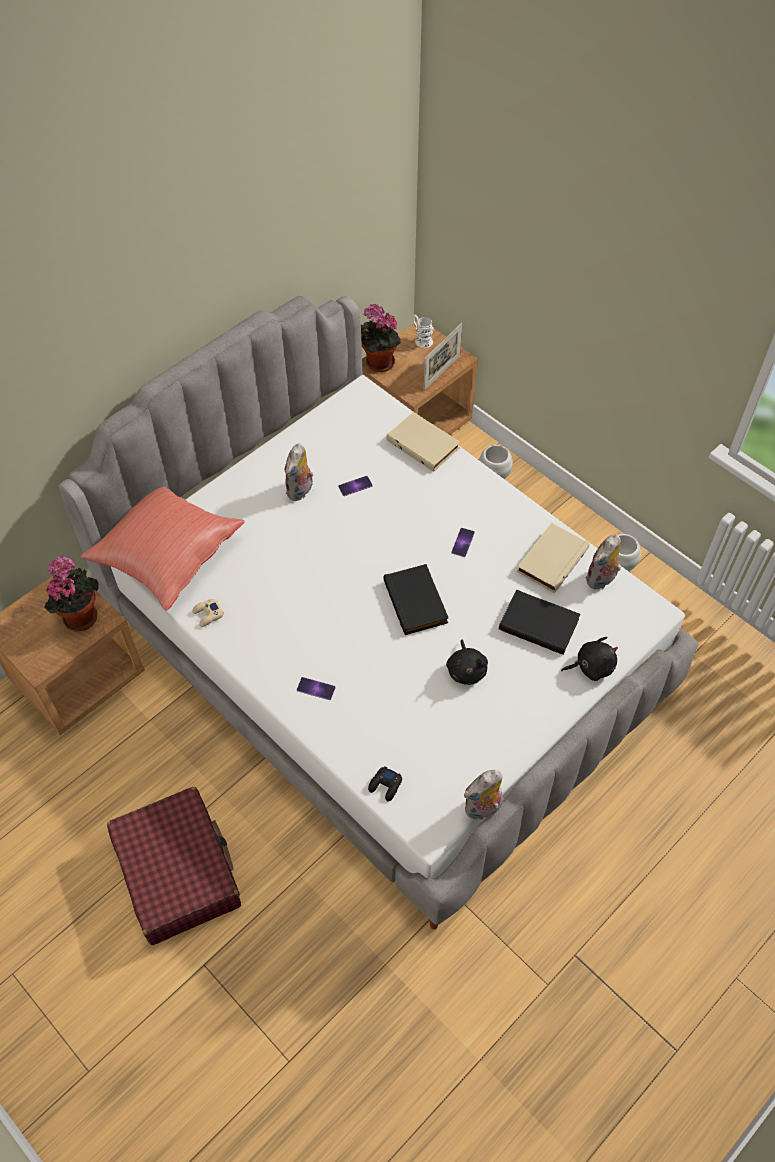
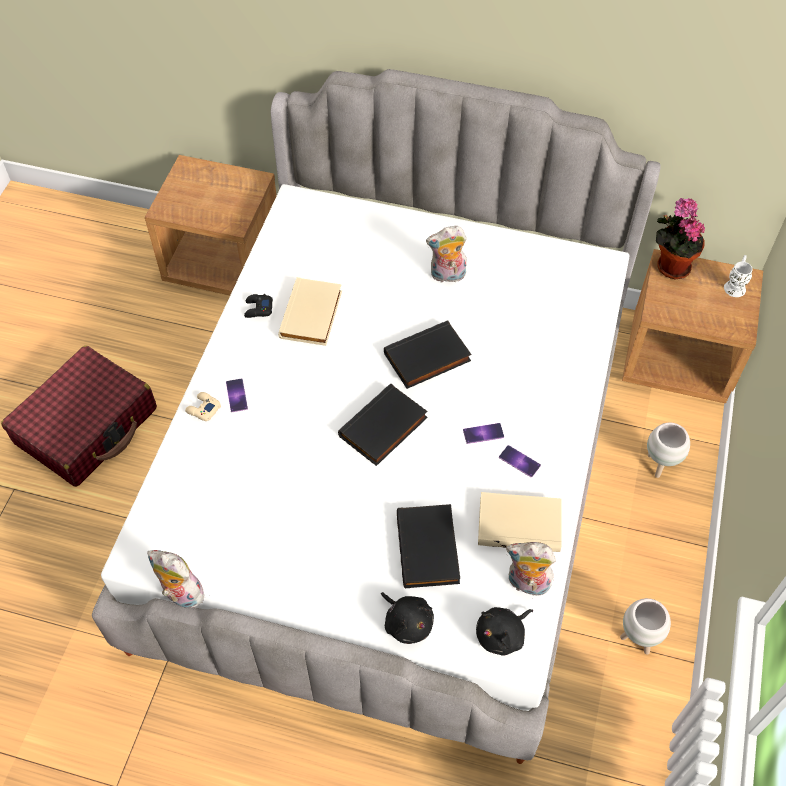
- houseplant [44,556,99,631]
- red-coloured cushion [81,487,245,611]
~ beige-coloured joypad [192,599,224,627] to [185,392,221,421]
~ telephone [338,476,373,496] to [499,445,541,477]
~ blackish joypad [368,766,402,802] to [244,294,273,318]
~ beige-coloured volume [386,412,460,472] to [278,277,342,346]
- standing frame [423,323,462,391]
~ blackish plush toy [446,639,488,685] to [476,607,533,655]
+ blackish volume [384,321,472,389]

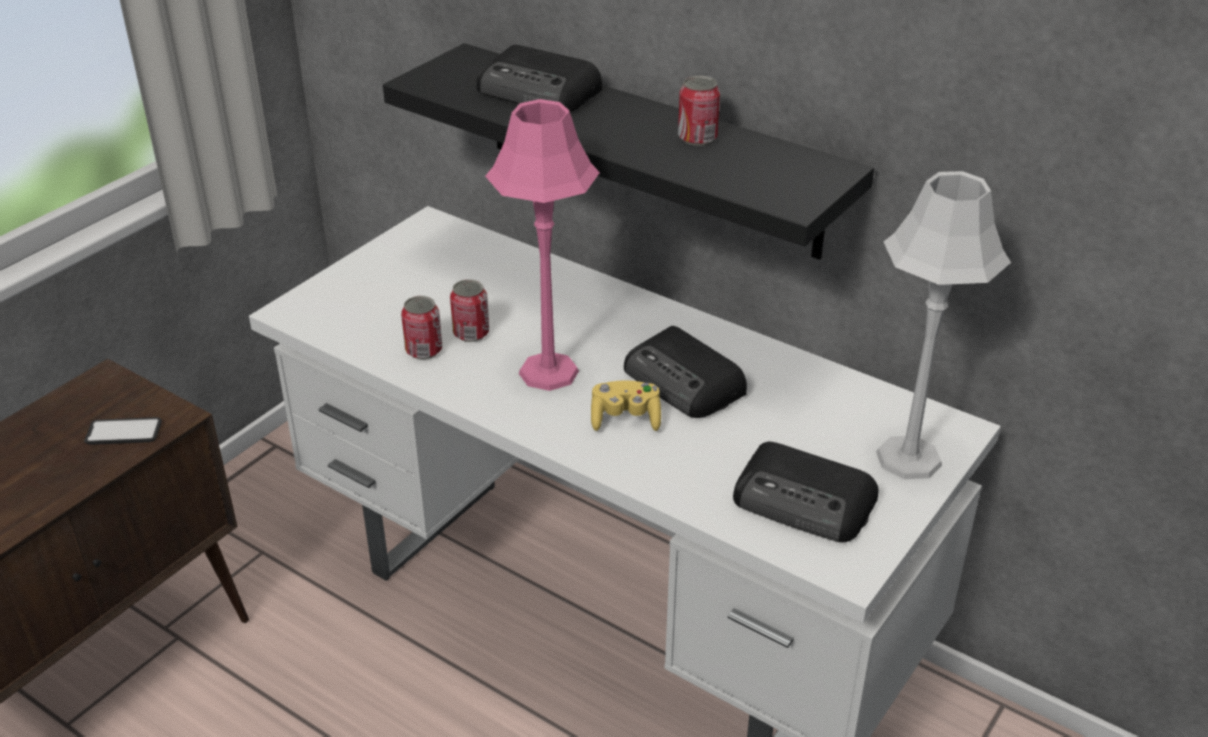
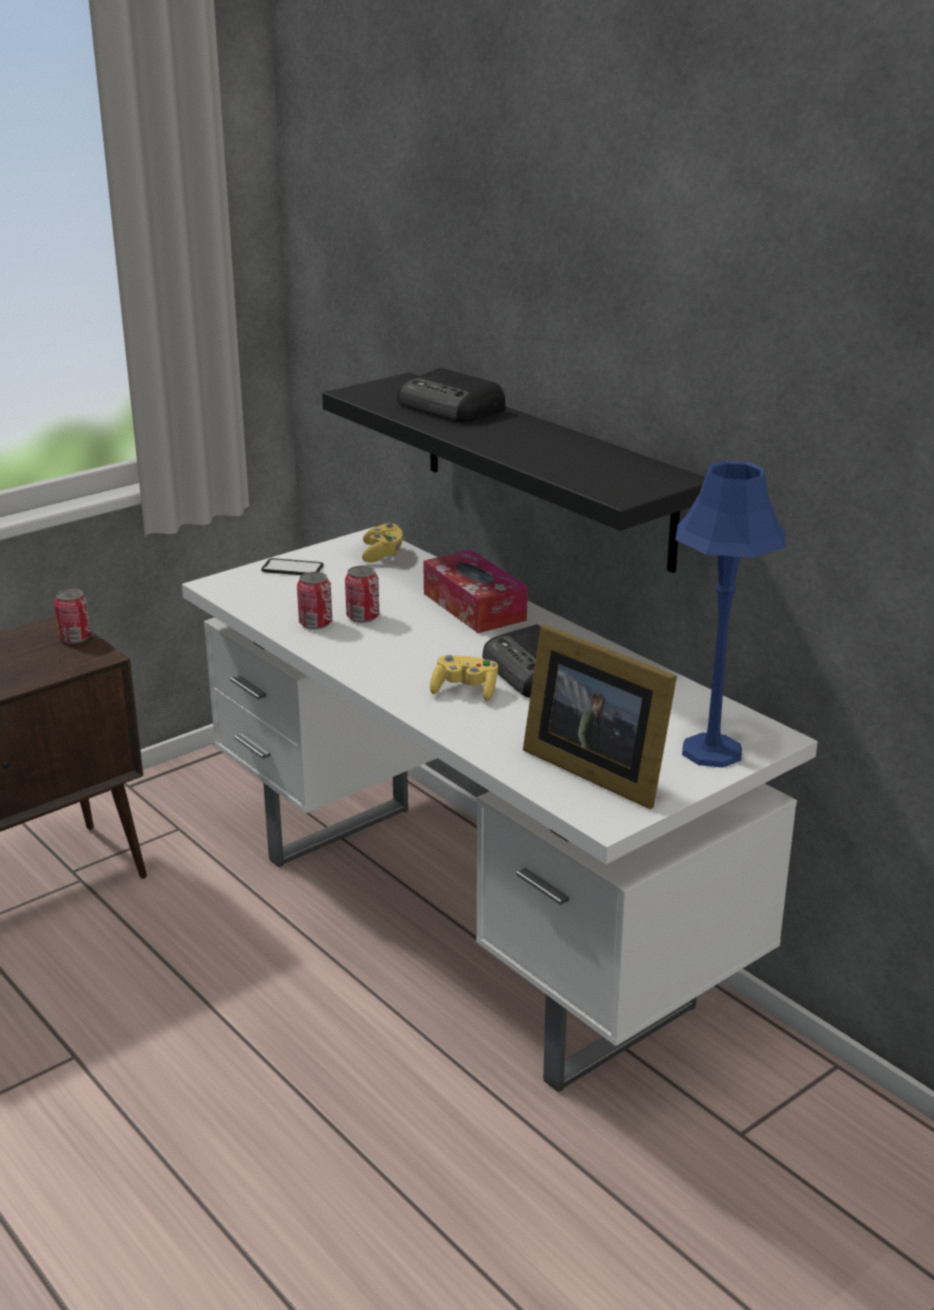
~ telephone [84,417,162,445] to [261,558,324,575]
- pink table lamp [485,99,600,391]
~ sealed can [678,76,720,146] to [54,589,91,644]
~ radio receiver [733,442,878,542] to standing frame [523,624,677,809]
~ greyish table lamp [876,171,1011,479] to blue-coloured table lamp [675,460,785,768]
+ yellowish joypad [362,522,403,562]
+ box of tissues [423,550,528,633]

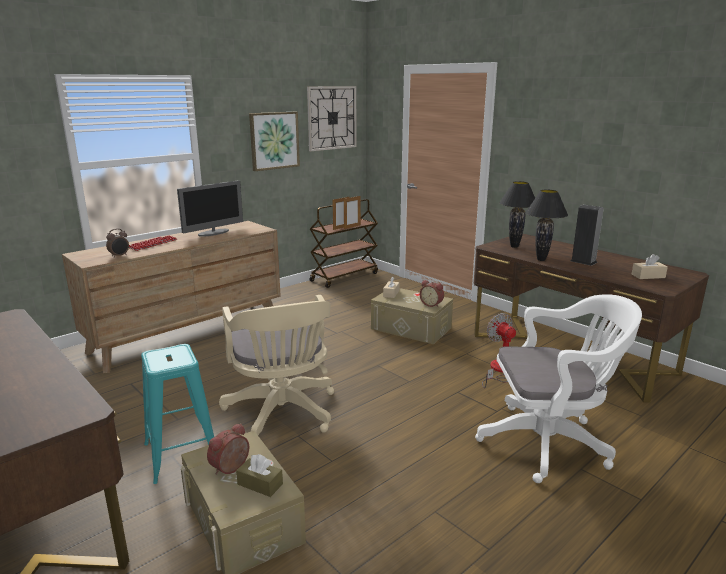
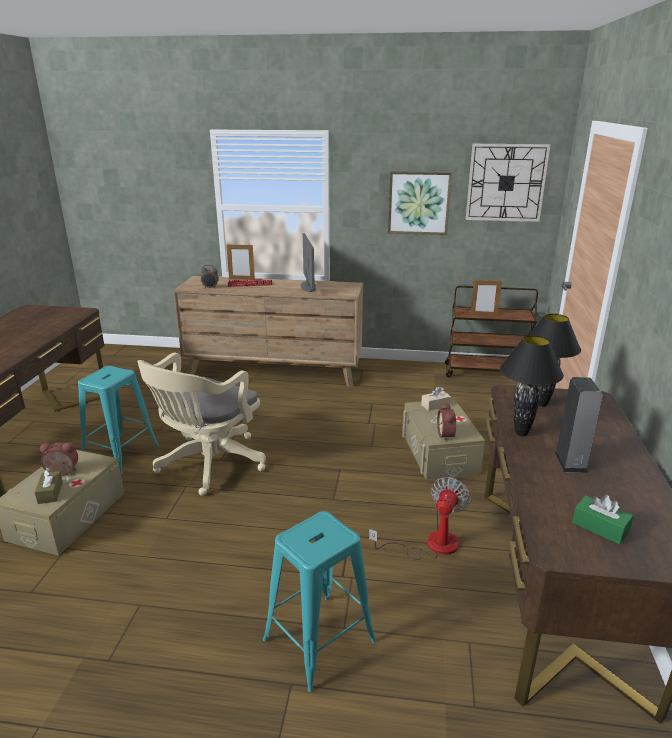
~ computer screen [177,180,243,237] = [301,233,316,292] 105 degrees counterclockwise
~ standing frame [344,195,361,229] to [226,243,255,280]
~ white computer chair [475,294,642,483] to turquoise sitting stool [263,511,376,692]
~ beige-coloured box of tissues [632,254,668,279] to green box of tissues [572,495,633,544]

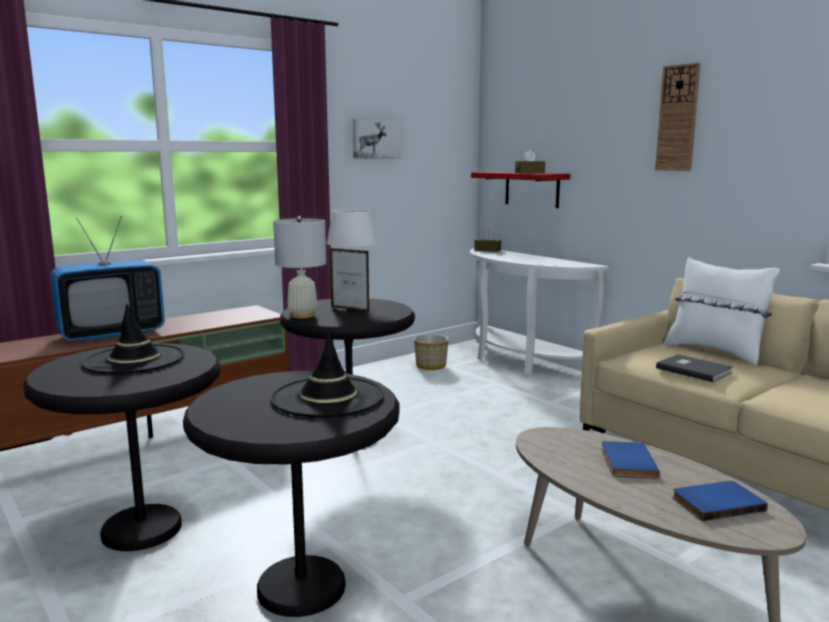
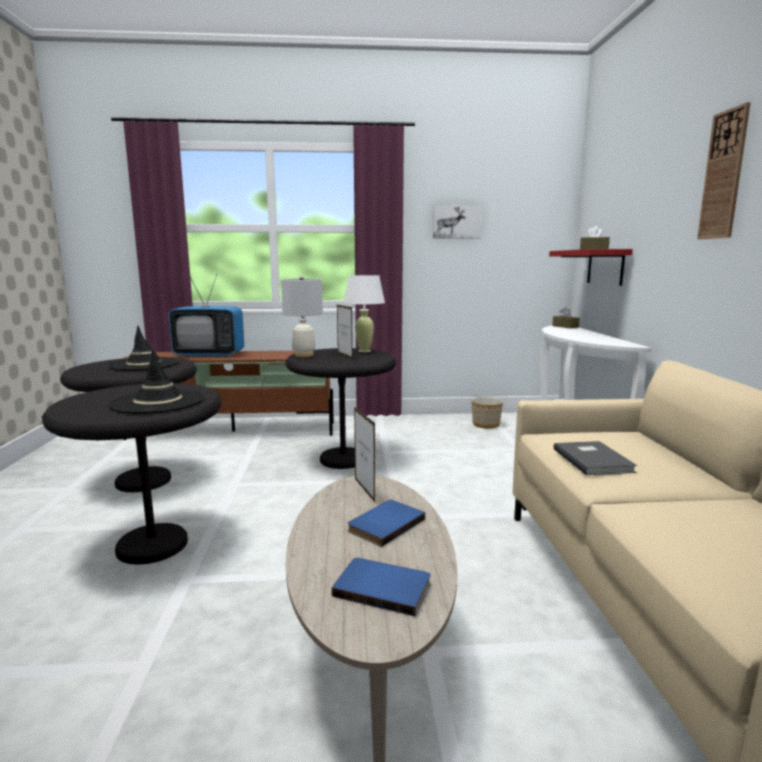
- white cushion [664,257,780,366]
+ standing frame [354,407,375,502]

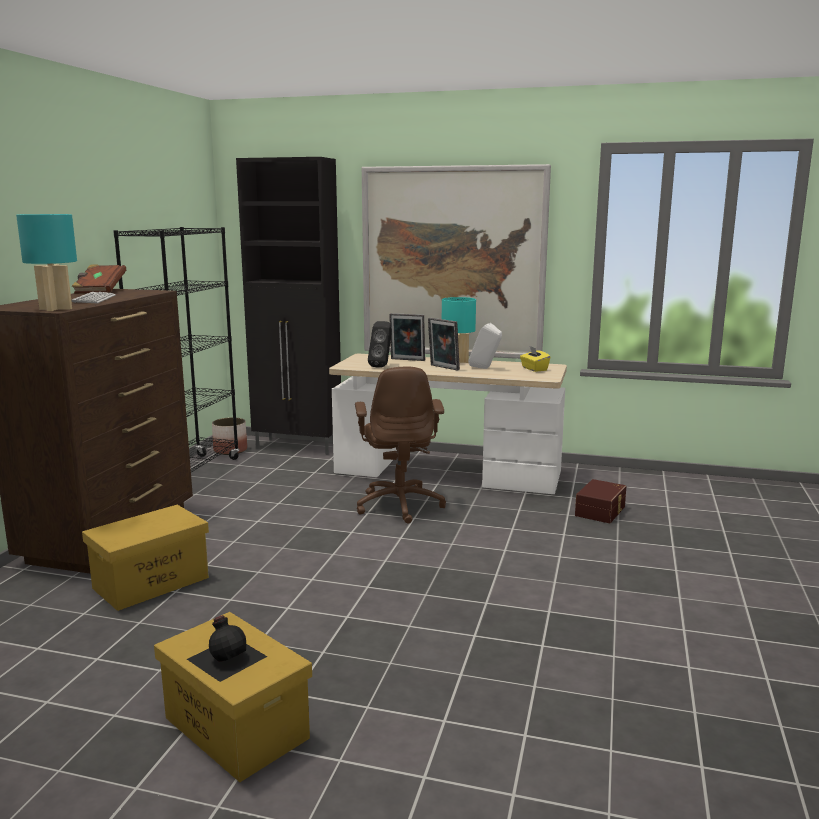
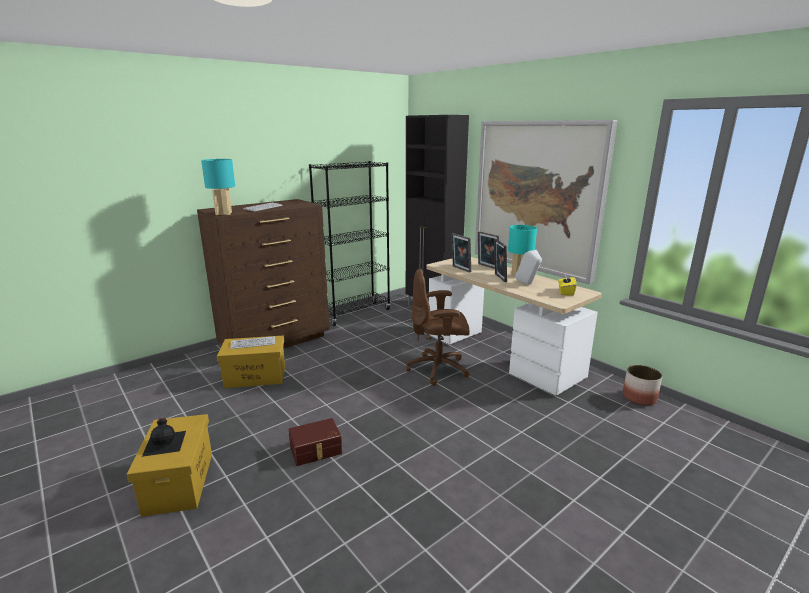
- brown-coloured volume [72,264,126,294]
~ planter [212,417,247,455] to [623,365,662,406]
~ brown-coloured computer chair [355,367,446,523] = [406,268,470,386] 60 degrees clockwise
~ blackish audio speaker [368,321,392,368] to standing frame [451,233,471,273]
~ brown-coloured storage box [575,479,626,523] to [288,418,342,466]
+ PC keyboard [230,336,275,349]

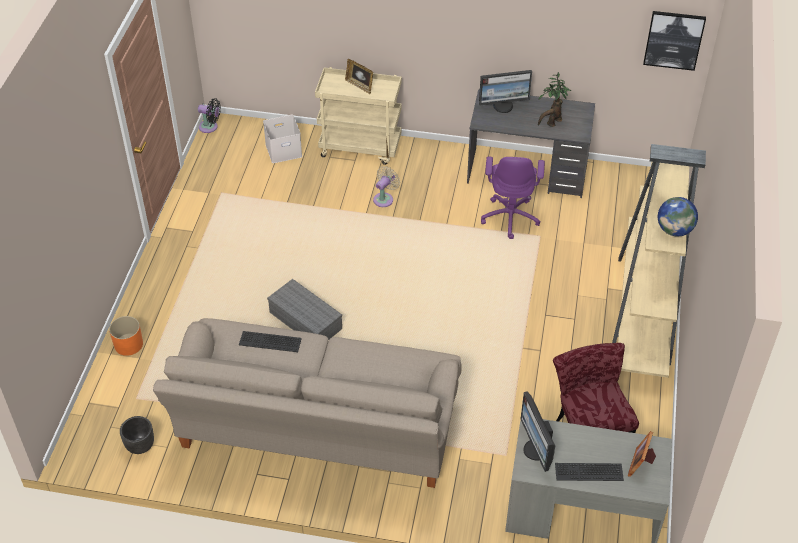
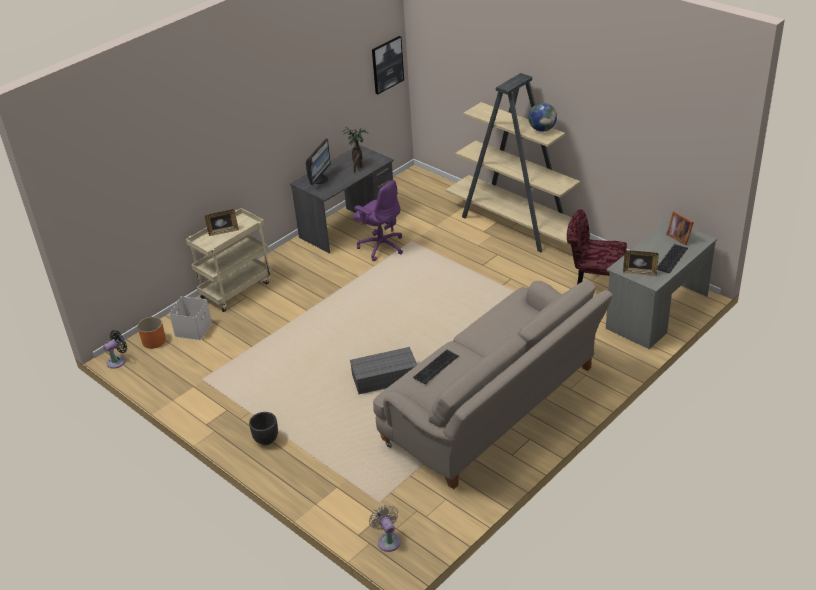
~ orange planter [109,316,143,356] to [137,317,166,349]
~ blackish planter [120,416,154,454] to [249,412,278,445]
~ beige-coloured cooling fan [373,166,400,207] to [369,505,401,552]
~ computer screen [520,392,555,472] to standing frame [623,250,659,276]

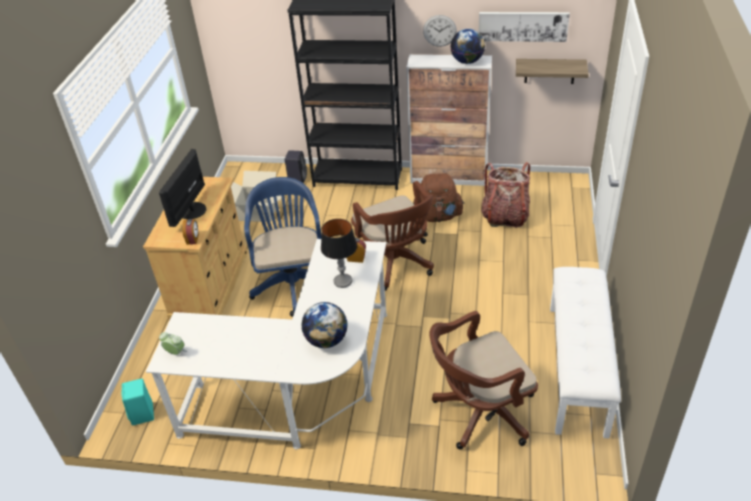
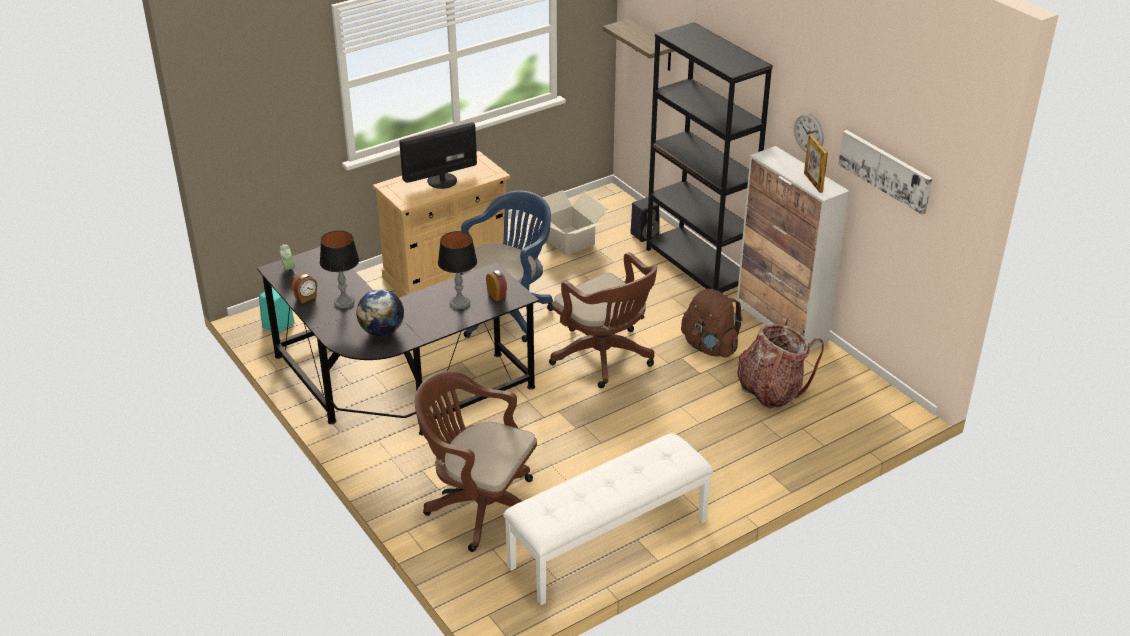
~ white desk unit [146,239,387,449] to blackish desk unit [257,247,539,435]
~ bedside clock [182,219,199,245] to [292,273,317,304]
~ brown-coloured computer chair [351,181,434,291] = [549,252,657,388] 60 degrees counterclockwise
~ globe [451,29,485,64] to standing frame [804,134,828,193]
~ shelf [516,59,589,84] to [602,18,674,71]
+ table lamp [320,230,359,309]

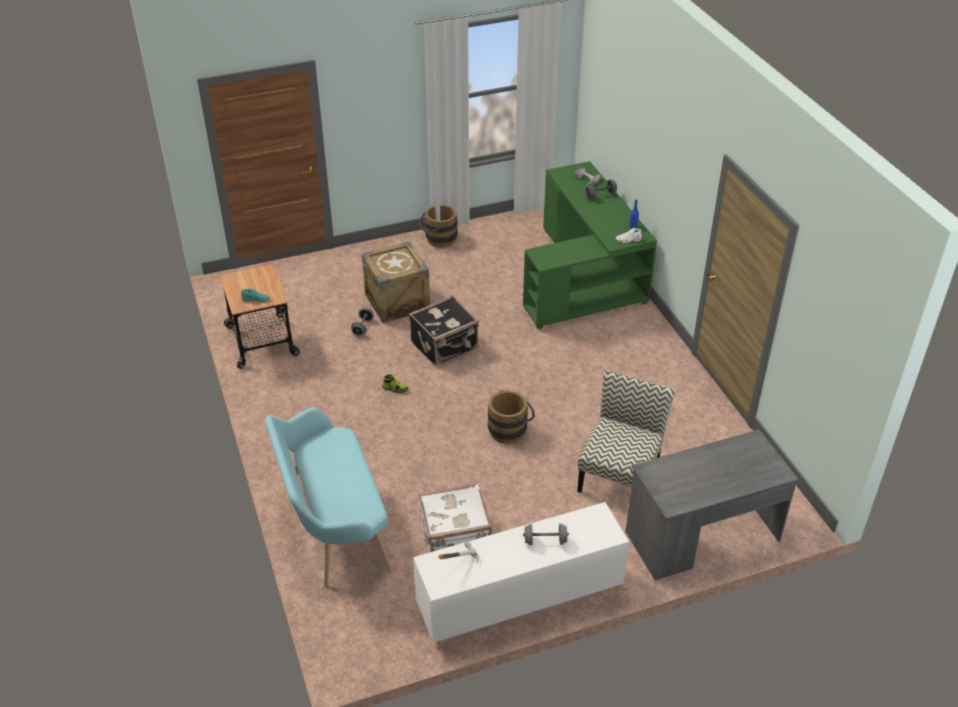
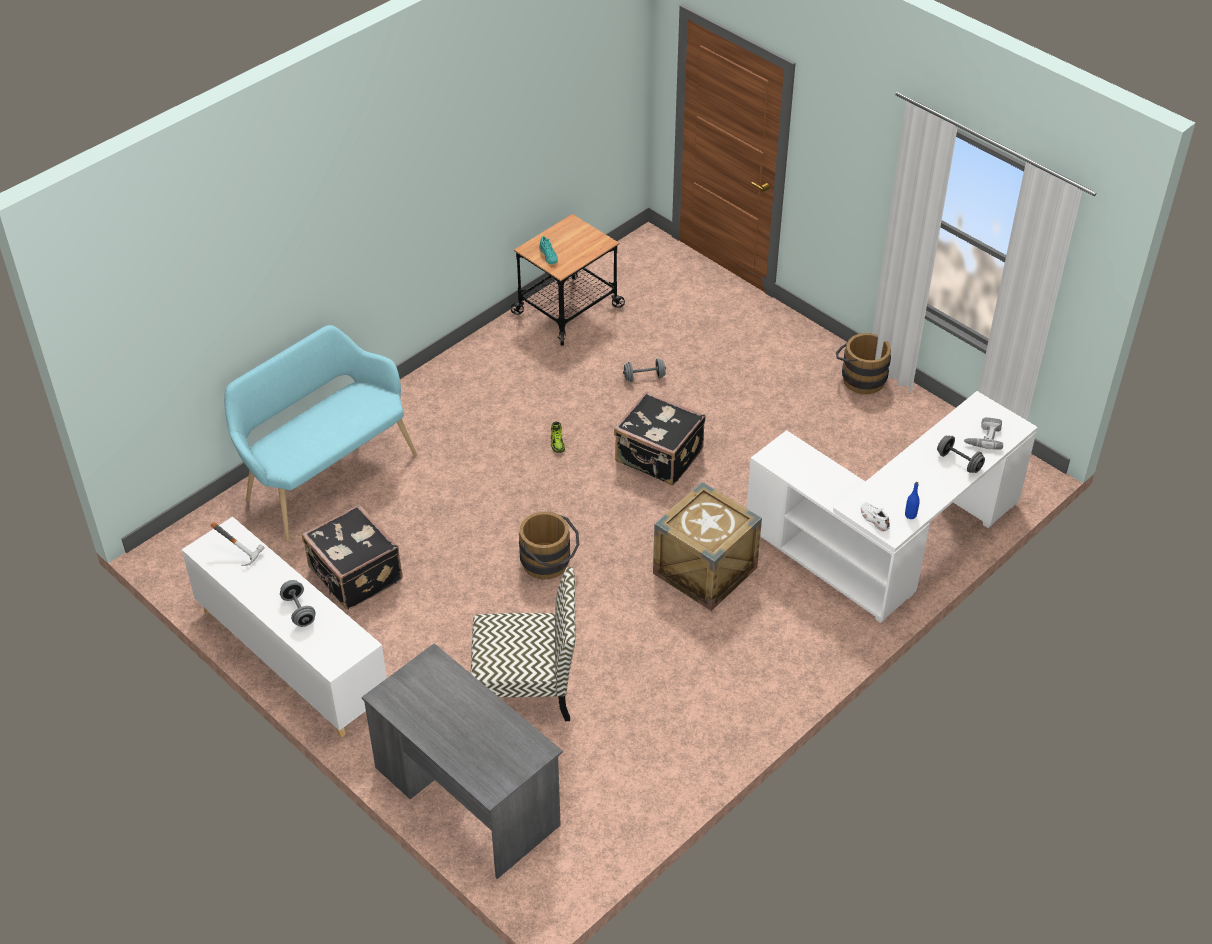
~ packing crate [362,241,430,323] to [653,482,762,611]
~ white travel case [418,484,492,553] to blackish travel case [302,504,403,610]
~ green desk unit [523,161,657,329] to white desk unit [746,391,1038,623]

